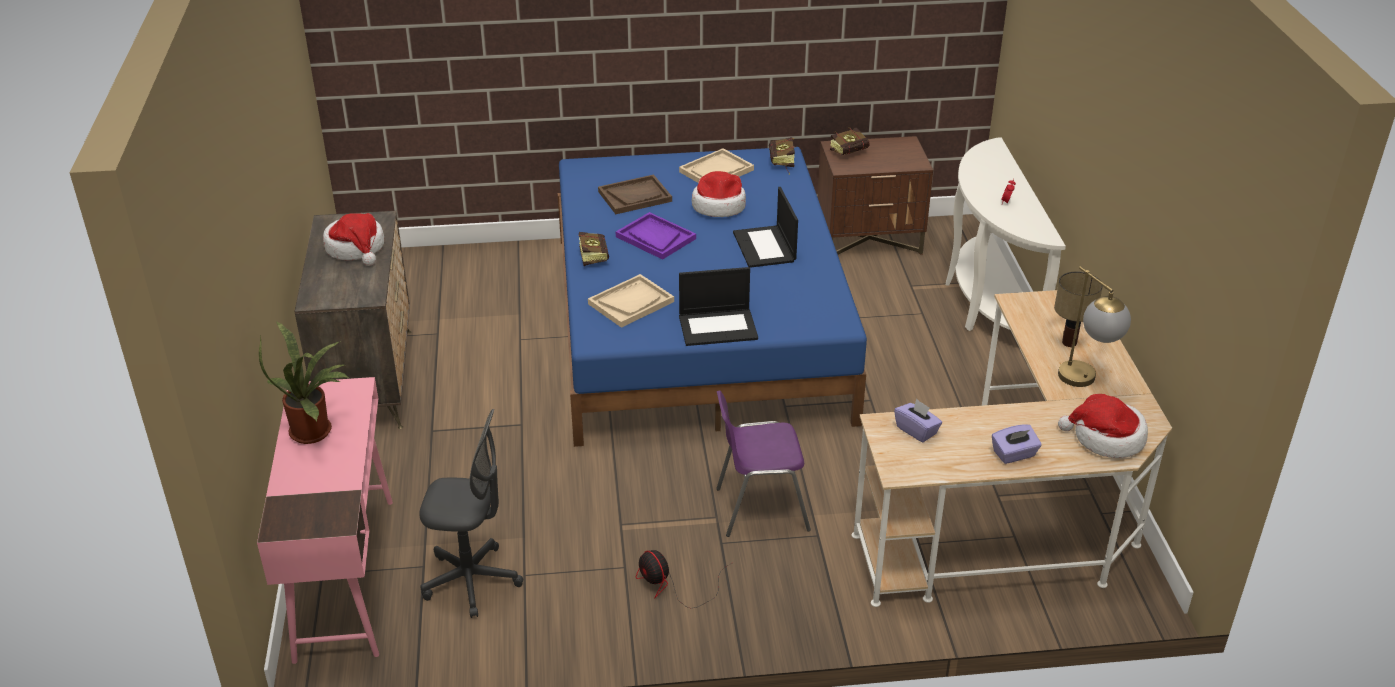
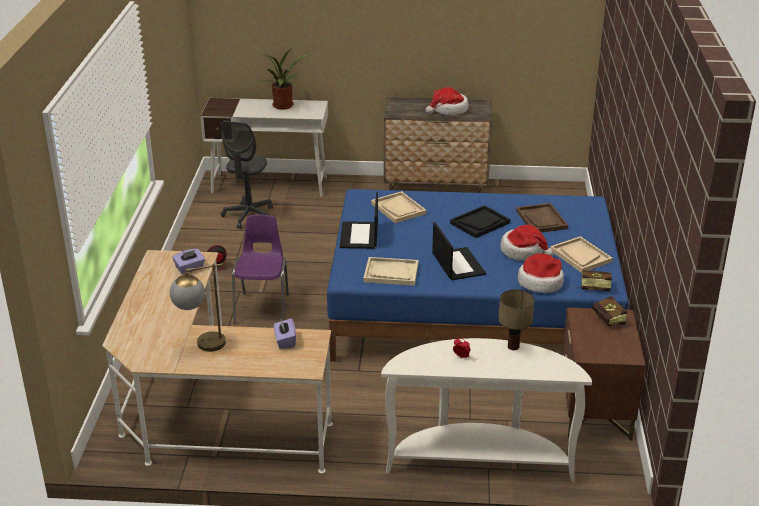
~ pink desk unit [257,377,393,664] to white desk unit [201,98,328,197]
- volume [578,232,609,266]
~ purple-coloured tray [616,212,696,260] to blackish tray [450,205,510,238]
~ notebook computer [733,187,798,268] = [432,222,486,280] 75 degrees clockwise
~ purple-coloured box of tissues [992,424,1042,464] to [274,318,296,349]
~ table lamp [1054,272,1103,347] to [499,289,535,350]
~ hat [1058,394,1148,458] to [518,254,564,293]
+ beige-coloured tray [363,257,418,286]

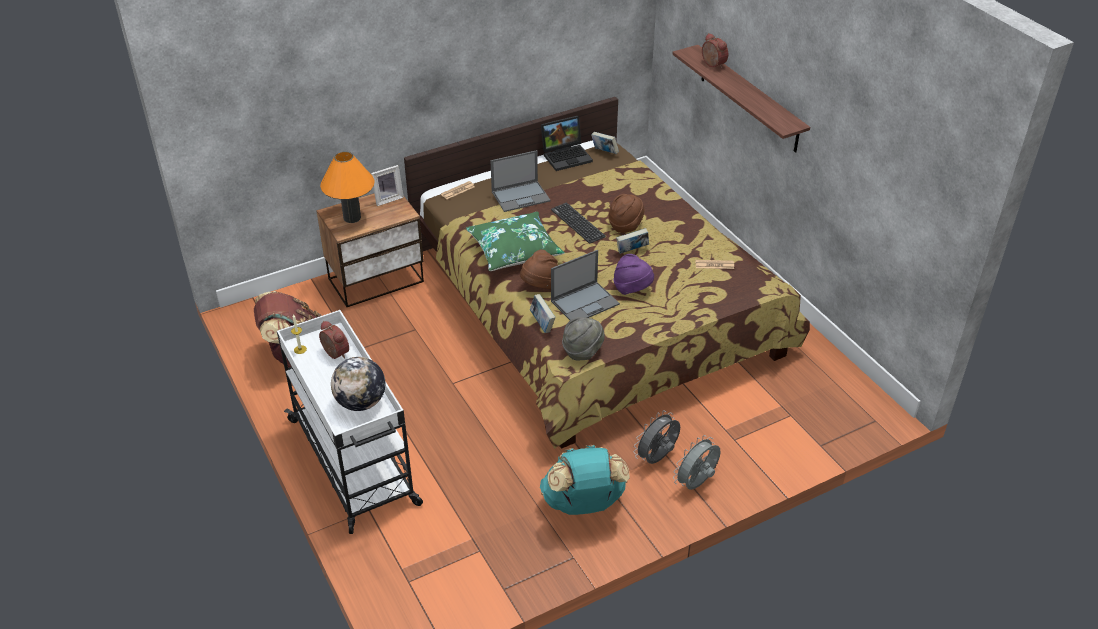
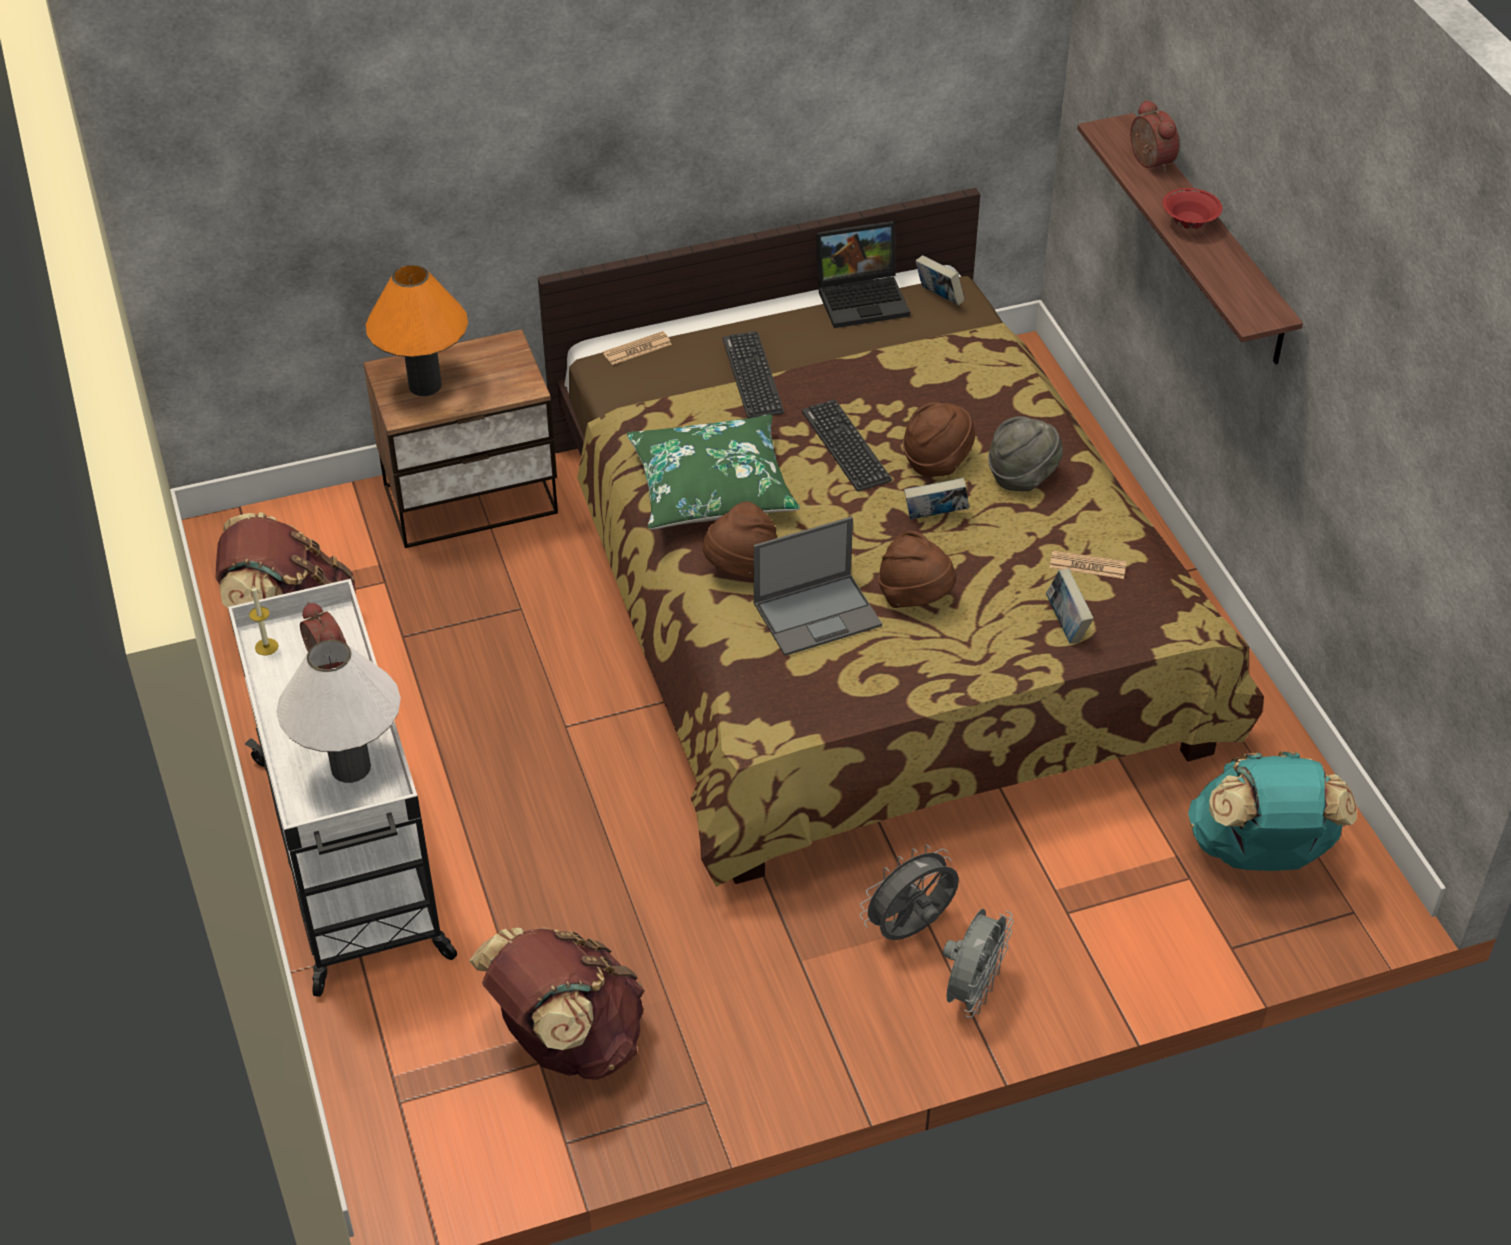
~ globe [331,357,385,411] to white table lamp [276,640,401,783]
- standing frame [371,165,404,206]
~ notebook computer [490,150,551,212] to PC keyboard [722,331,784,418]
~ volume [530,294,556,333] to [1046,569,1094,644]
~ turquoise knapsack [540,445,630,515] to [1188,751,1357,871]
~ greyish hat [562,317,605,360] to [988,416,1063,491]
~ purple-coloured hat [613,254,654,295] to brown-coloured hat [878,531,957,608]
~ greyish cooling fan [673,435,721,490] = [943,909,1014,1018] 150 degrees clockwise
+ brown-coloured knapsack [469,927,645,1080]
+ red-coloured bowl [1162,188,1222,229]

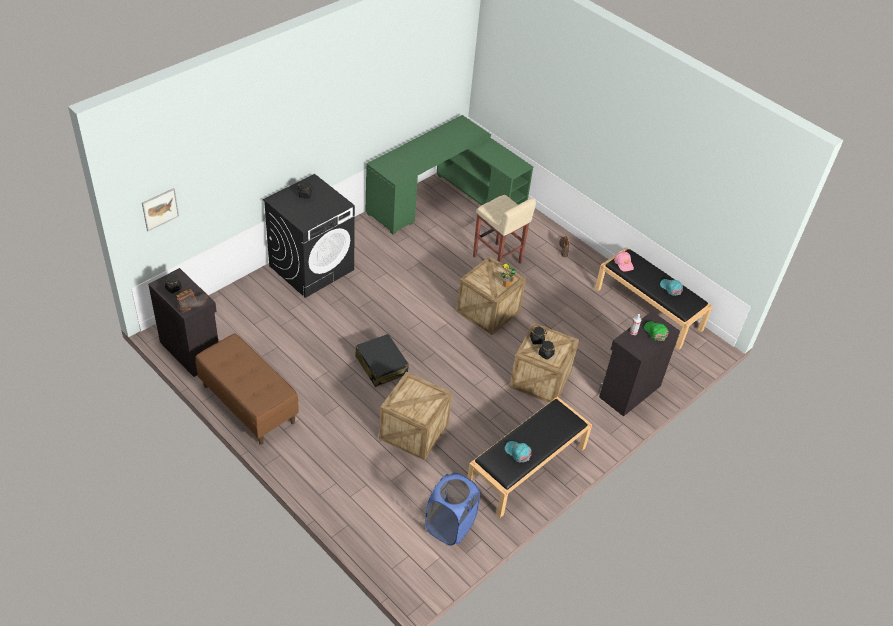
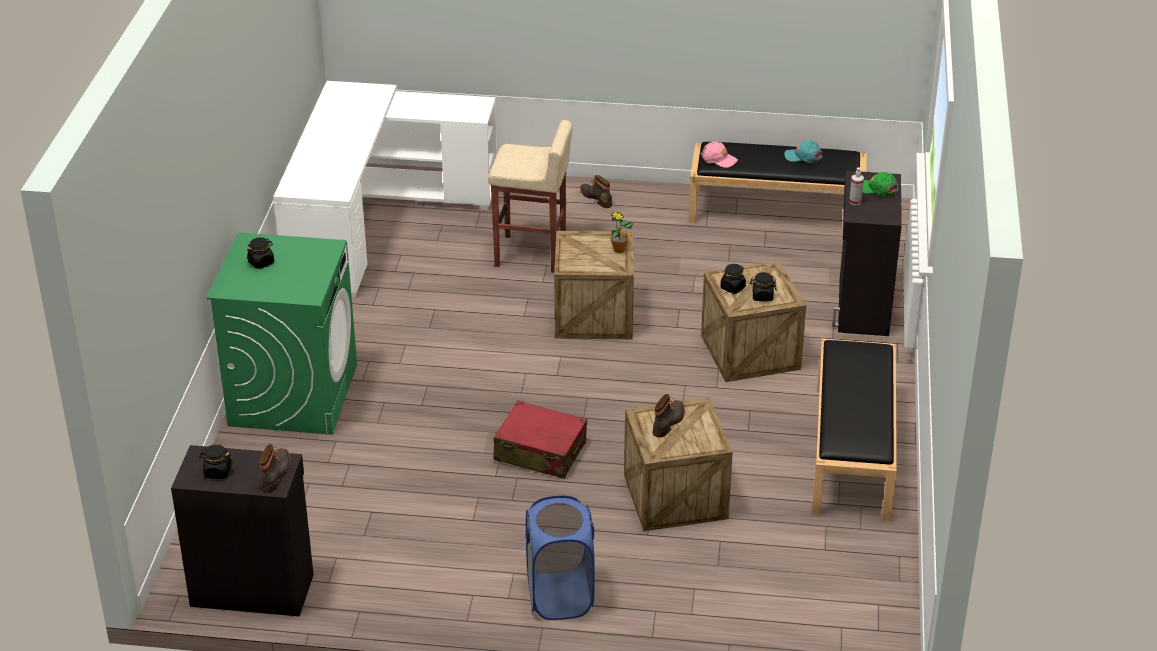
- wall picture [142,188,179,231]
- brown-coloured bench [195,333,299,445]
~ blackish washing machine [263,174,355,298] to green washing machine [207,233,357,435]
~ blackish travel case [355,334,409,387] to red-coloured travel case [493,401,587,479]
~ green desk unit [365,115,533,234] to white desk unit [273,81,497,297]
~ blue-coloured washing basket [425,473,480,546] to [526,496,595,620]
- turquoise peaked cap [505,441,531,463]
+ high-top boot [653,394,685,438]

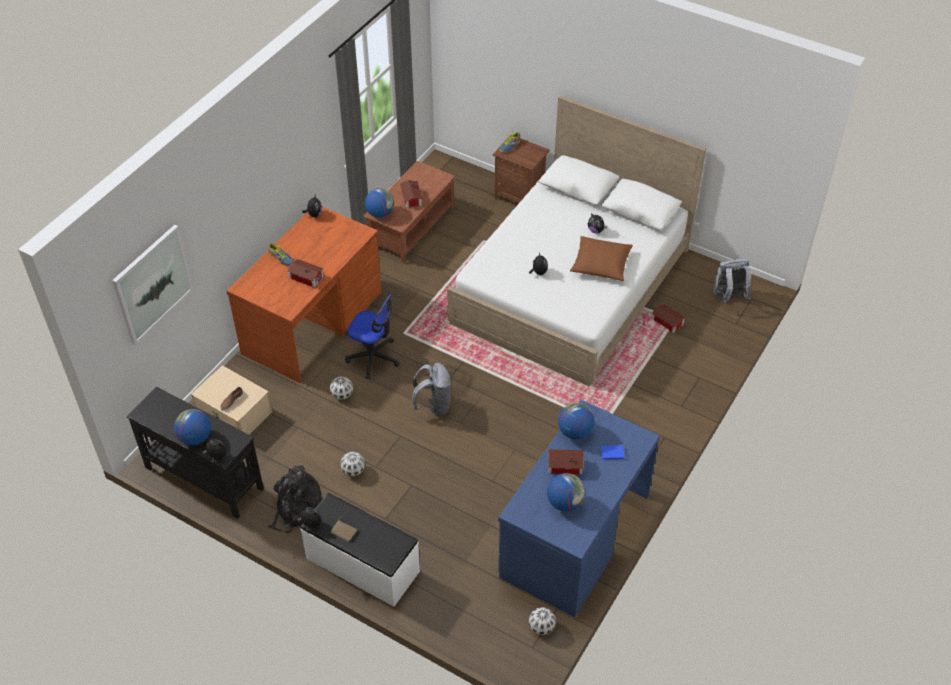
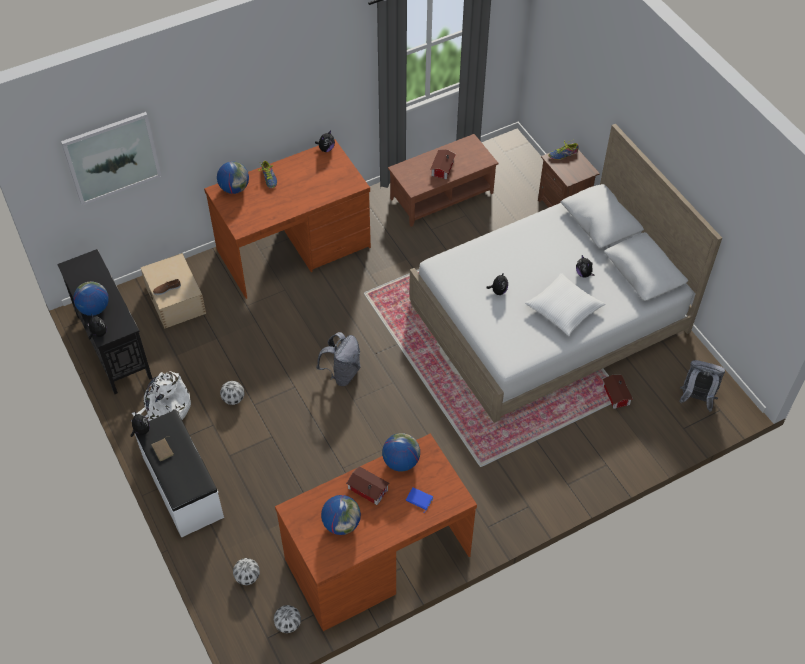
~ blackish knapsack [268,465,321,533] to white knapsack [132,371,191,421]
- toy house [287,259,324,288]
~ football ball [330,376,353,400] to [233,558,260,585]
- computer chair [345,294,400,379]
~ globe [365,188,394,218] to [217,161,249,194]
~ blue-coloured desk unit [498,400,660,617] to brown-coloured desk unit [275,434,477,631]
~ brown-coloured cushion [570,236,633,281] to white cushion [525,273,605,336]

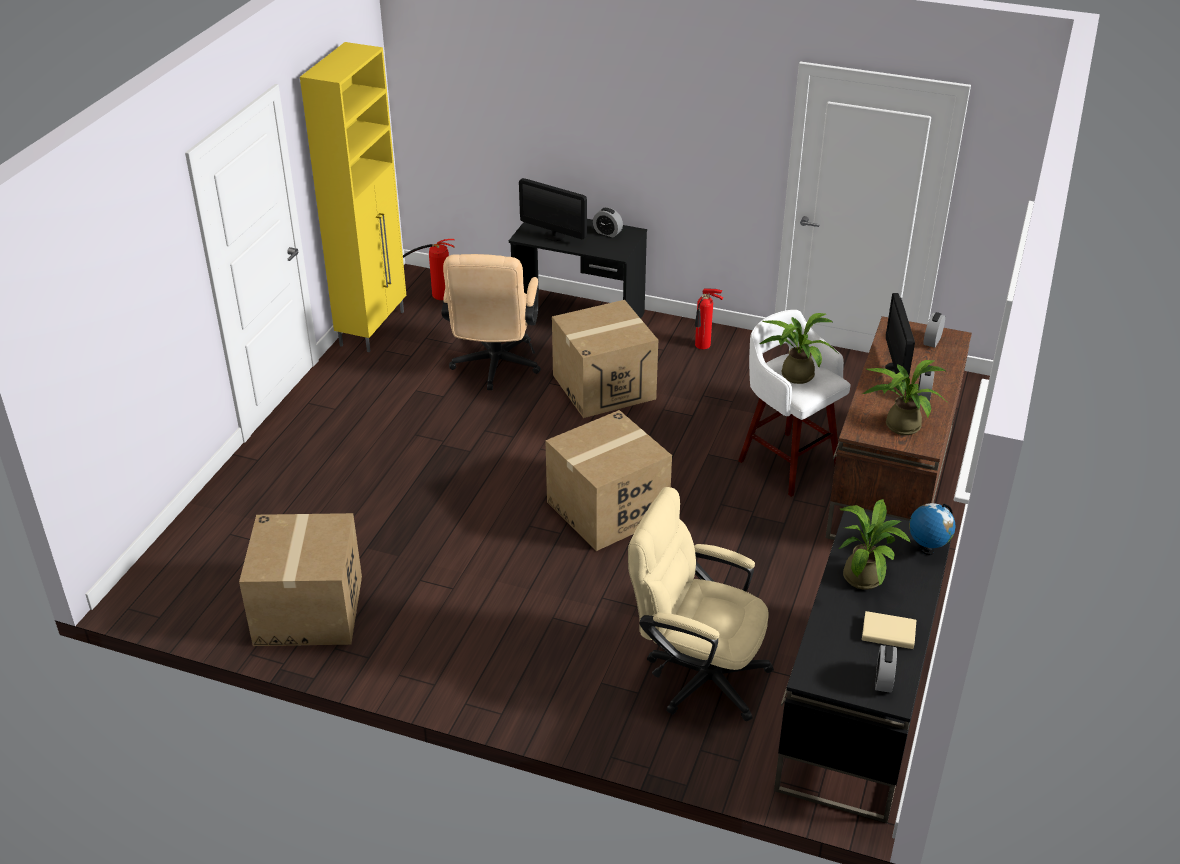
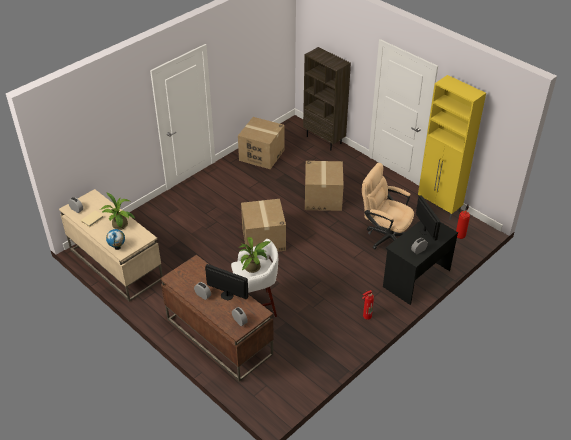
~ computer screen [519,178,587,241] = [416,195,441,240] 105 degrees clockwise
~ cardboard box [552,300,658,418] to [305,161,344,211]
- beige-coloured computer chair [628,487,774,721]
~ blackish desk unit [774,511,951,823] to beige-coloured desk unit [59,189,163,301]
- houseplant [862,360,949,435]
+ brown-coloured bookcase [303,47,351,151]

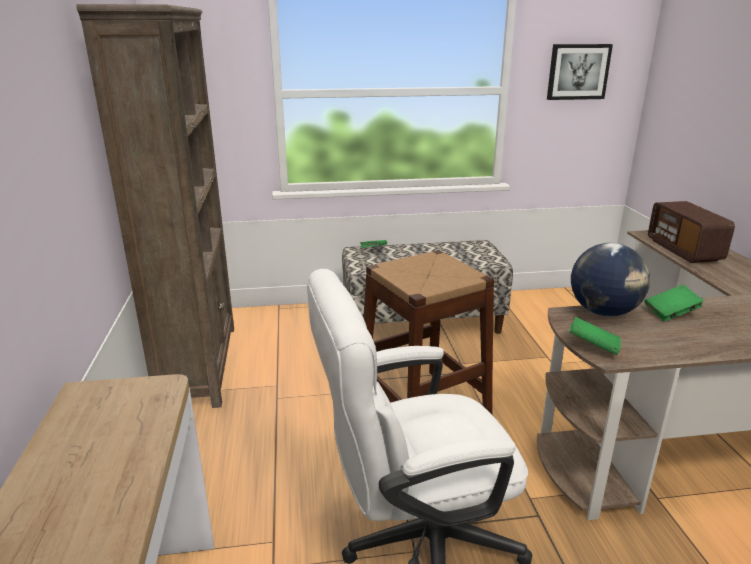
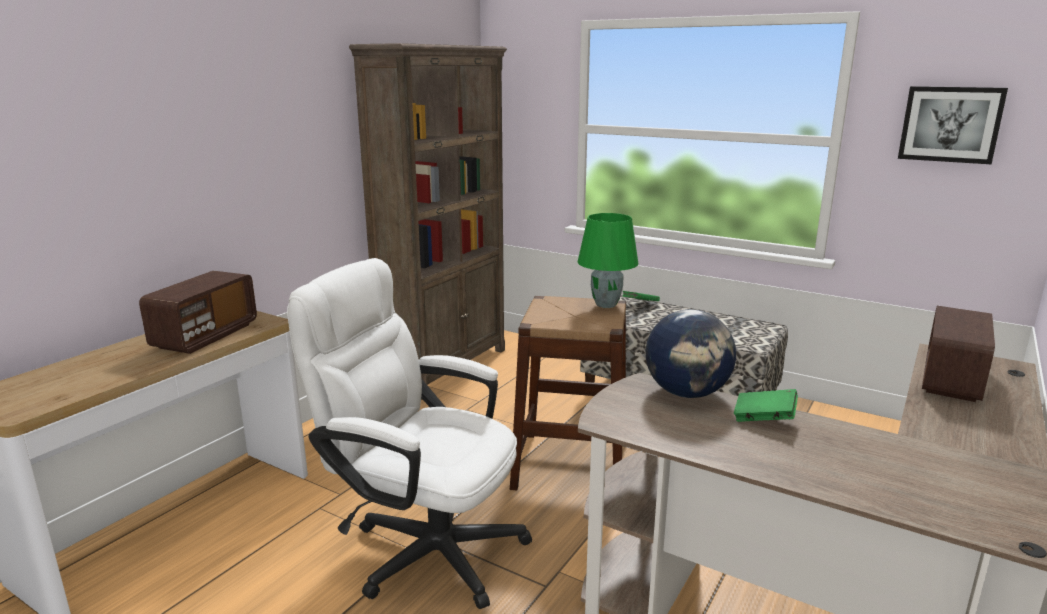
- green volume [569,317,621,355]
+ radio receiver [139,271,257,354]
+ green table lamp [578,213,638,308]

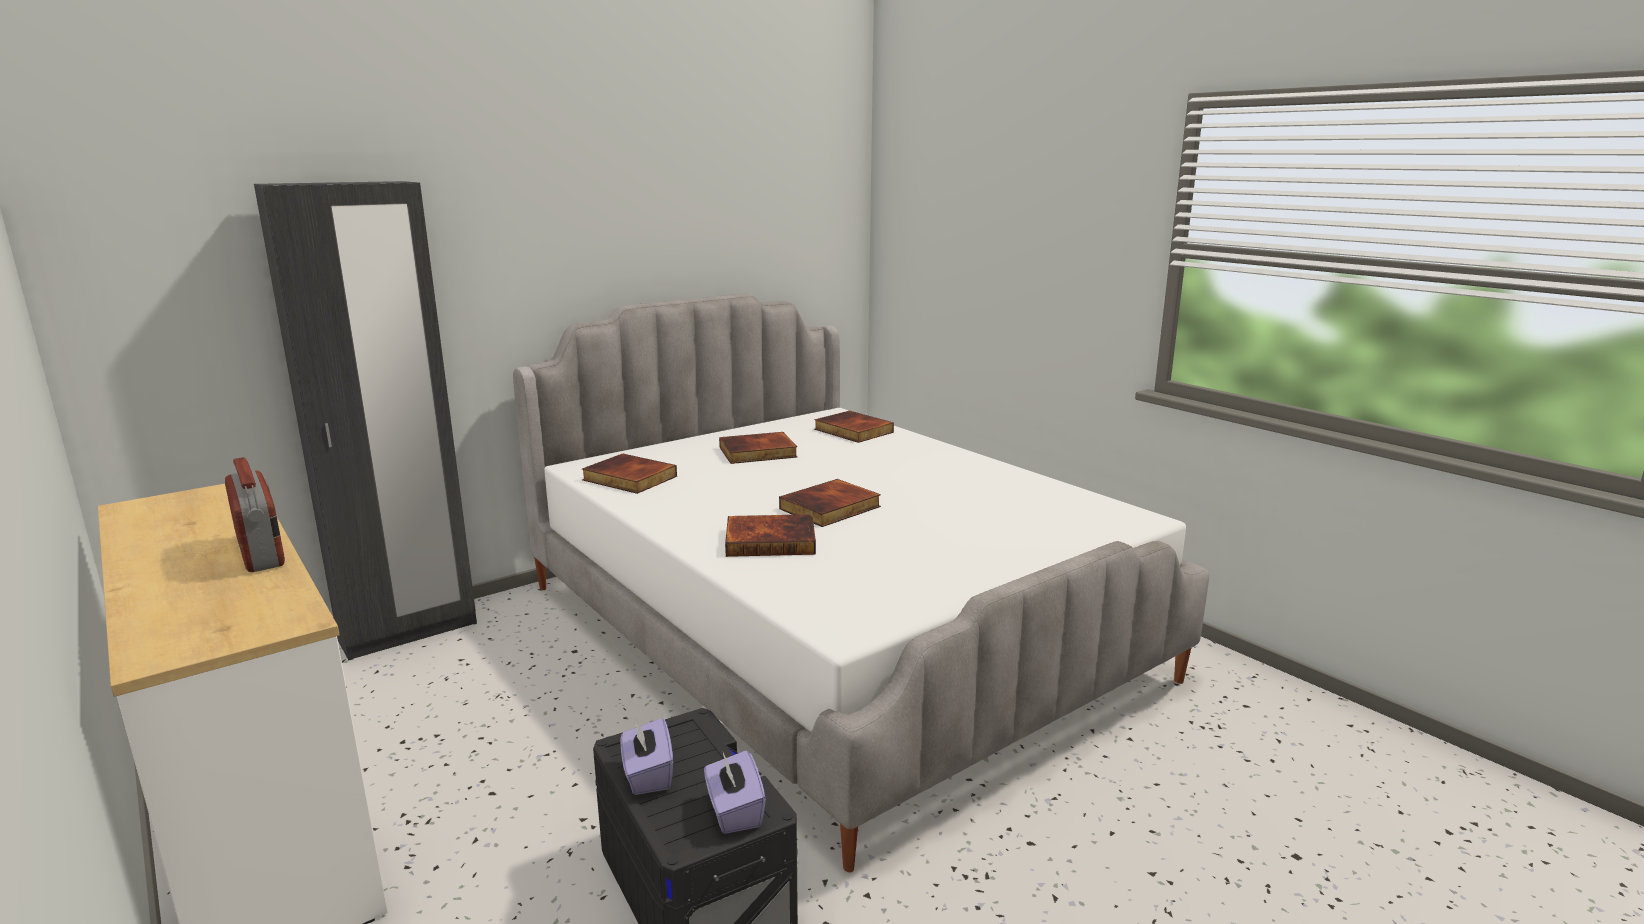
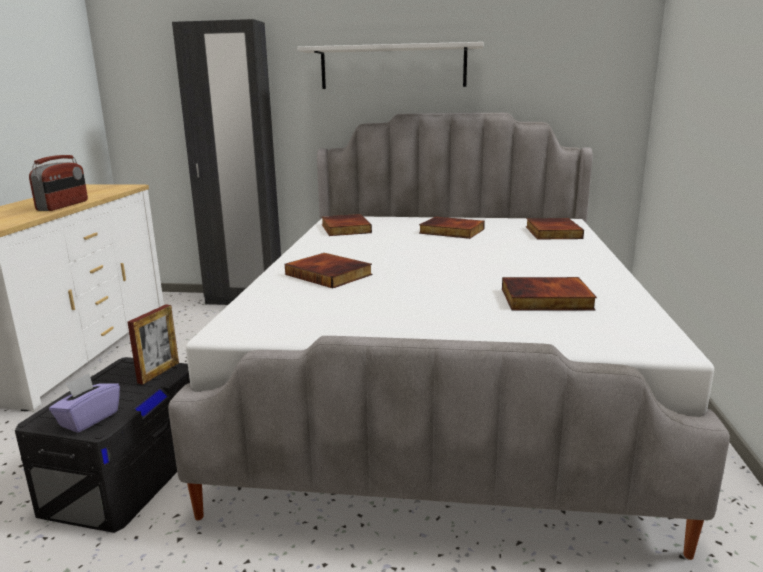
- purple-coloured box of tissues [620,719,673,795]
~ volume [779,479,881,527] to [502,277,597,311]
+ standing frame [127,304,179,385]
+ white shelf [297,42,484,89]

